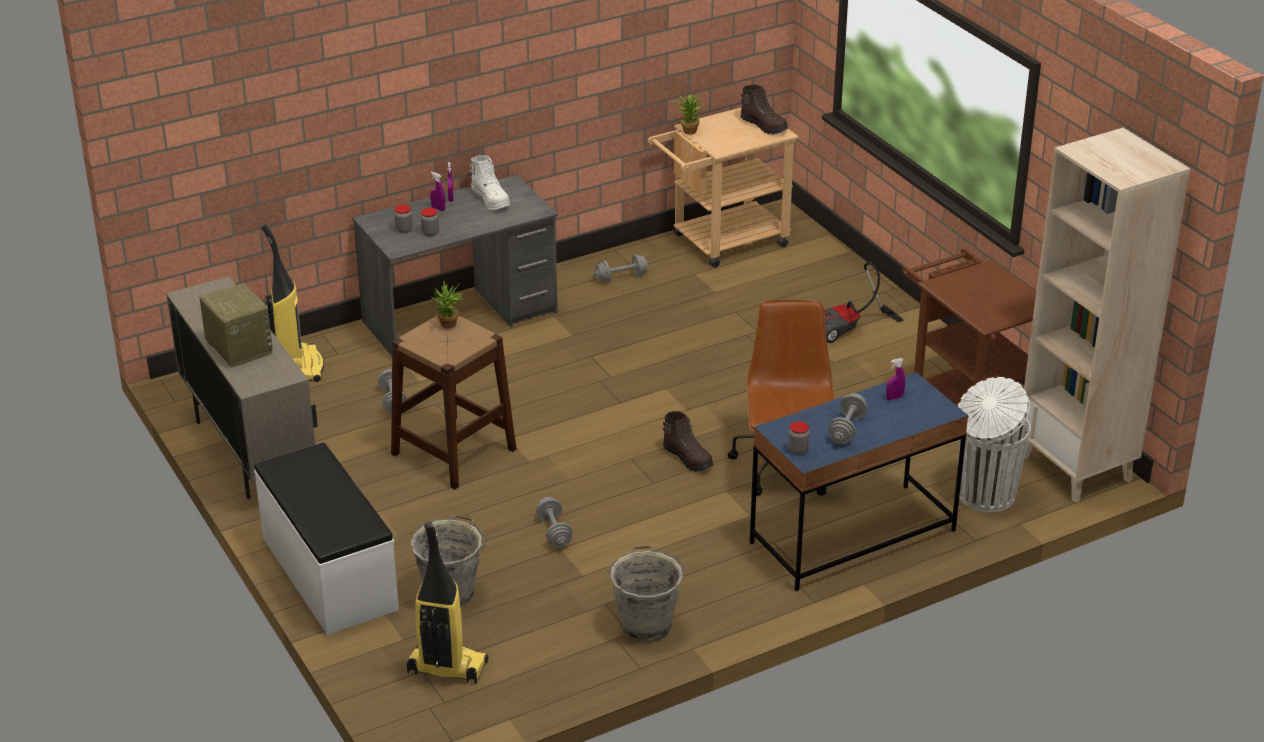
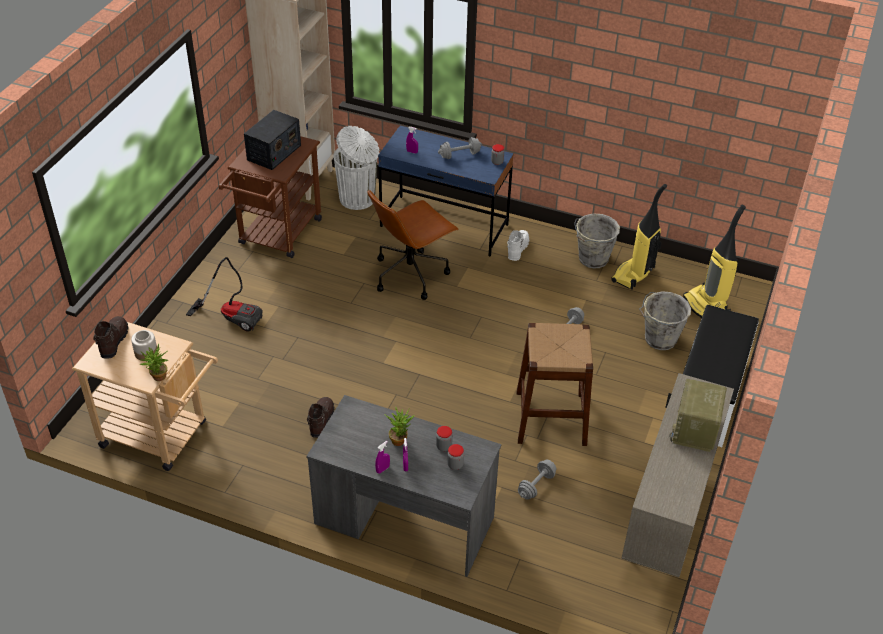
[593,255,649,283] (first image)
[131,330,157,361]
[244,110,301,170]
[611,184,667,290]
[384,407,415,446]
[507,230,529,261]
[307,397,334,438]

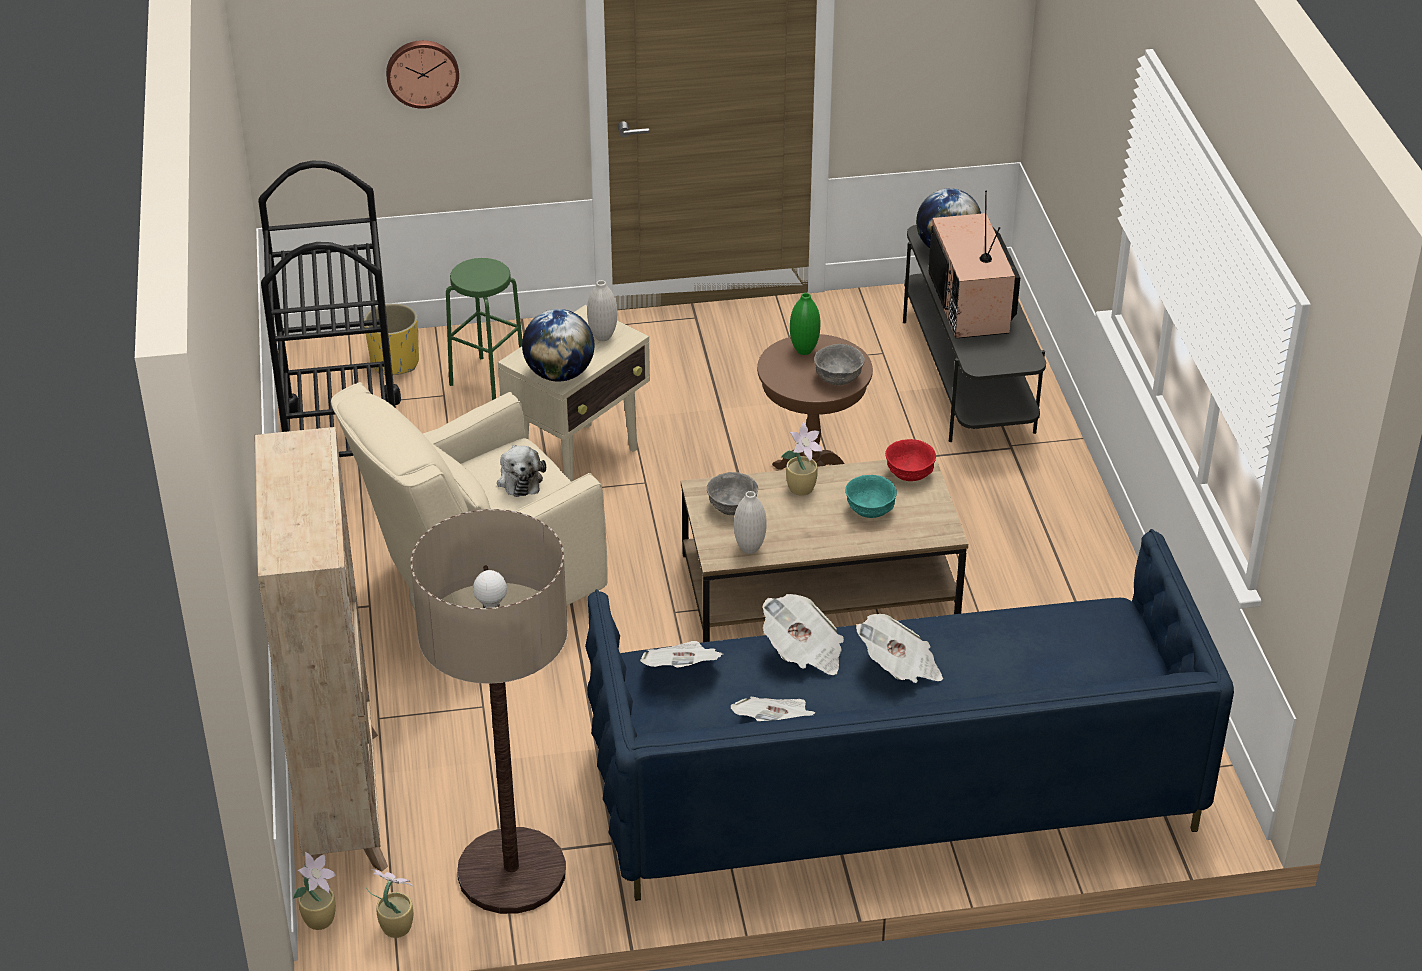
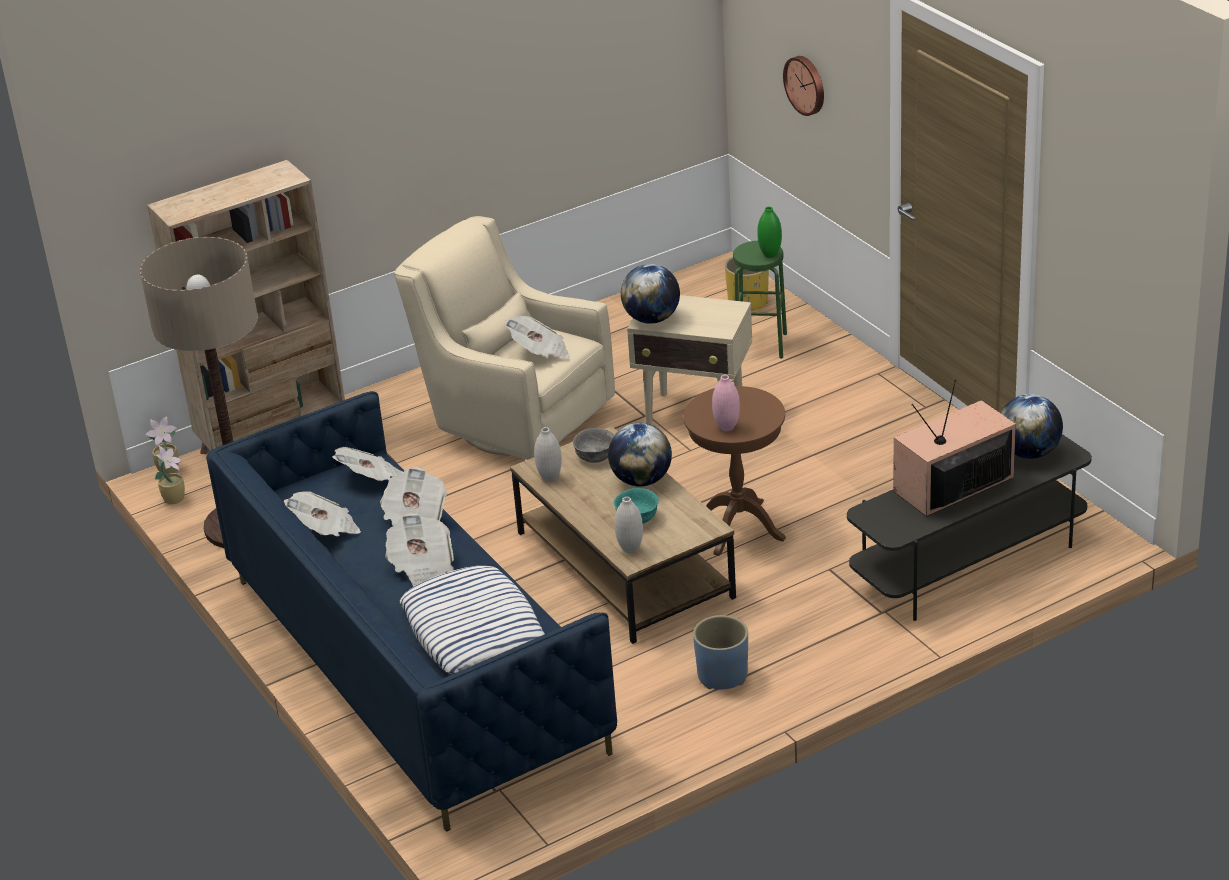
[258,160,401,457] (first image)
[885,439,936,481] (first image)
[400,566,545,674]
[693,615,748,689]
[614,497,643,553]
[757,207,782,258]
[505,316,570,358]
[608,423,672,487]
[712,375,740,431]

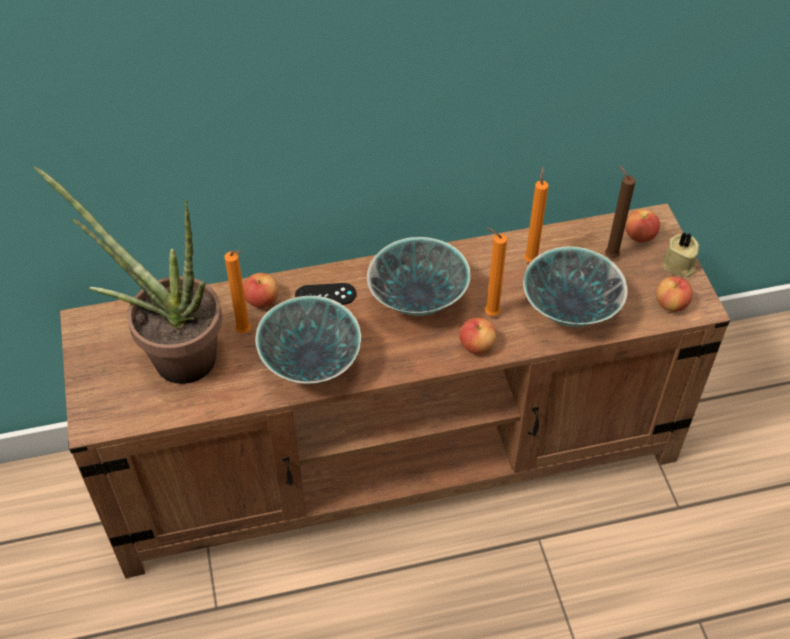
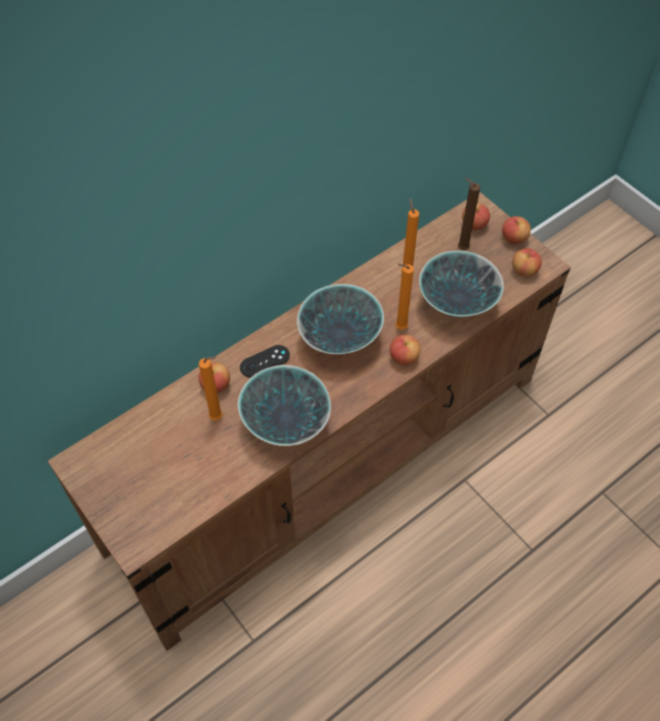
[33,166,222,384] (first image)
[502,216,531,244]

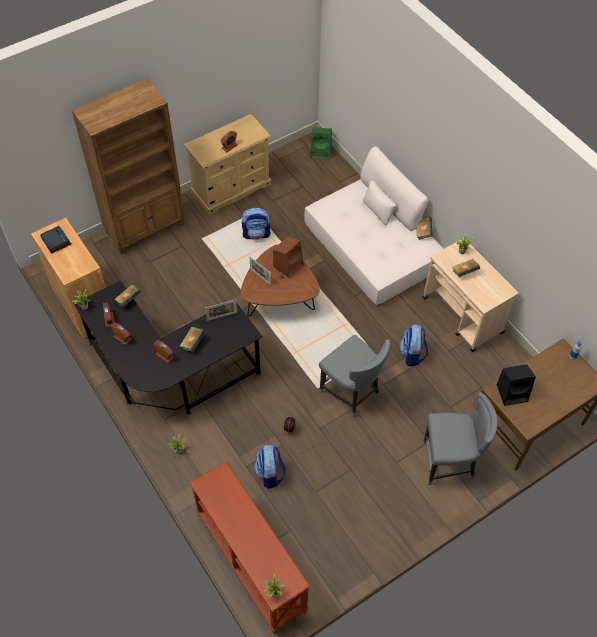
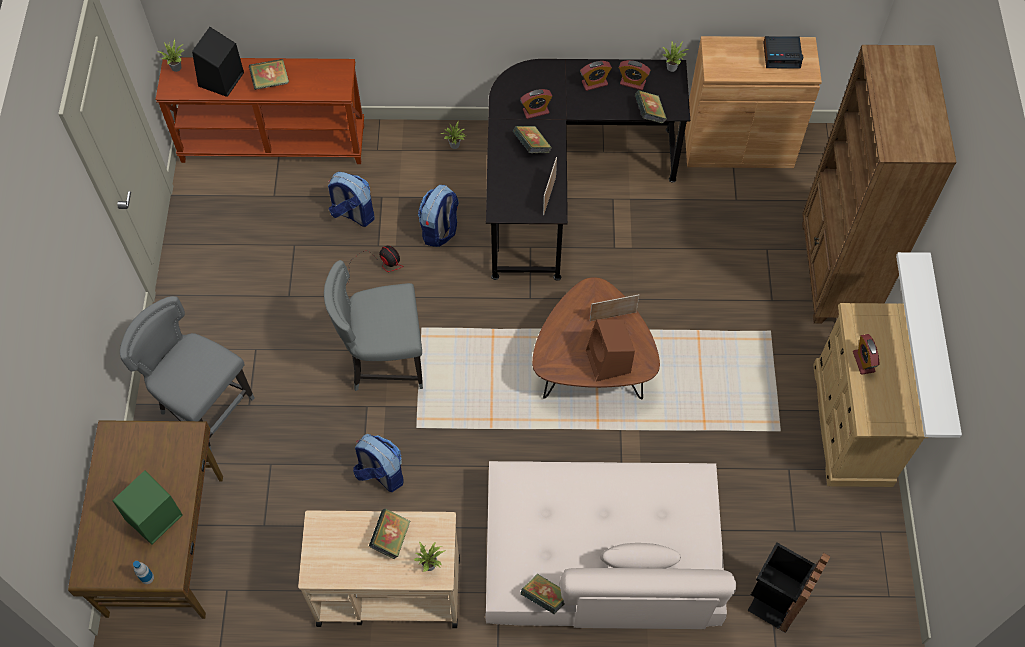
[249,59,289,90]
[747,542,831,633]
[896,252,962,438]
[418,185,459,247]
[113,471,183,545]
[192,27,244,97]
[120,296,254,451]

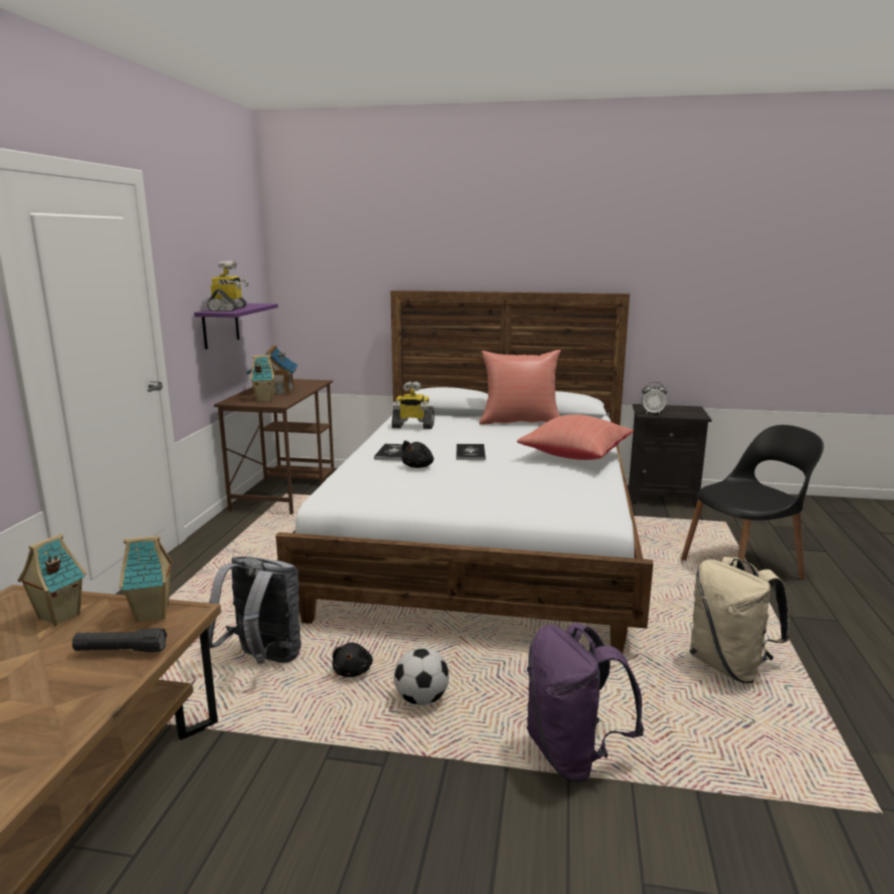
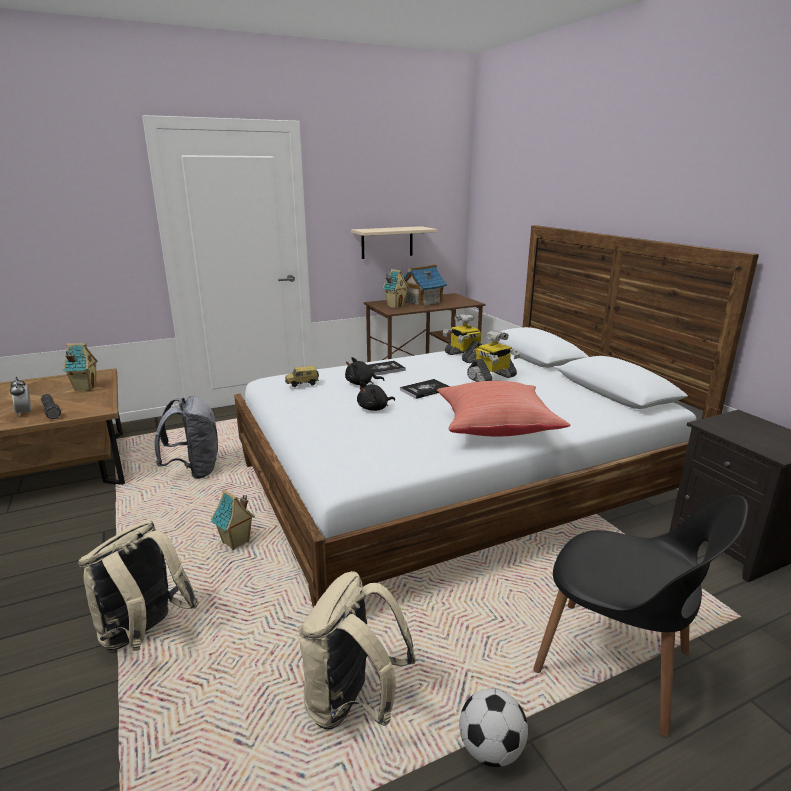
[479,350,561,425] (first image)
[285,366,319,387]
[211,489,255,550]
[467,330,520,382]
[357,382,395,411]
[459,689,528,767]
[10,377,31,417]
[351,226,437,259]
[78,520,199,651]

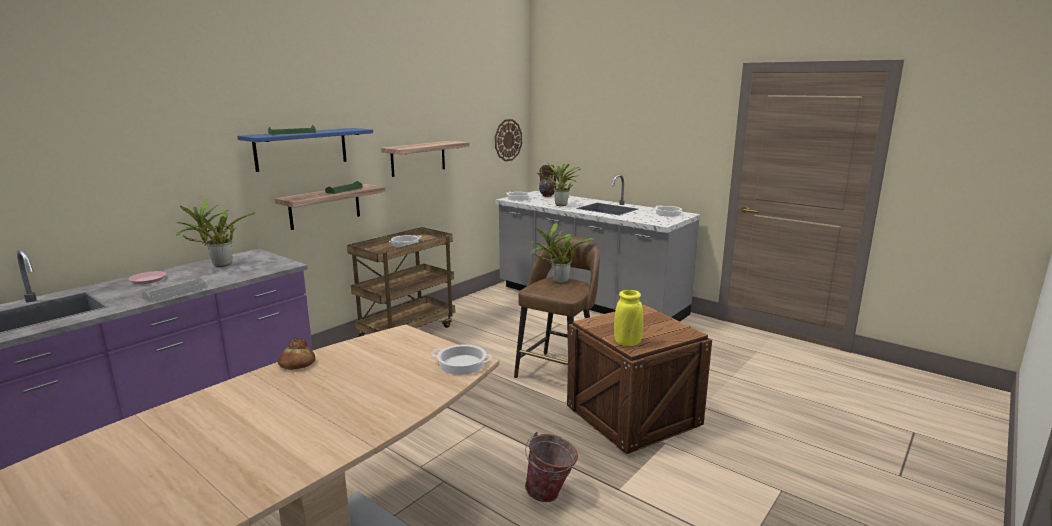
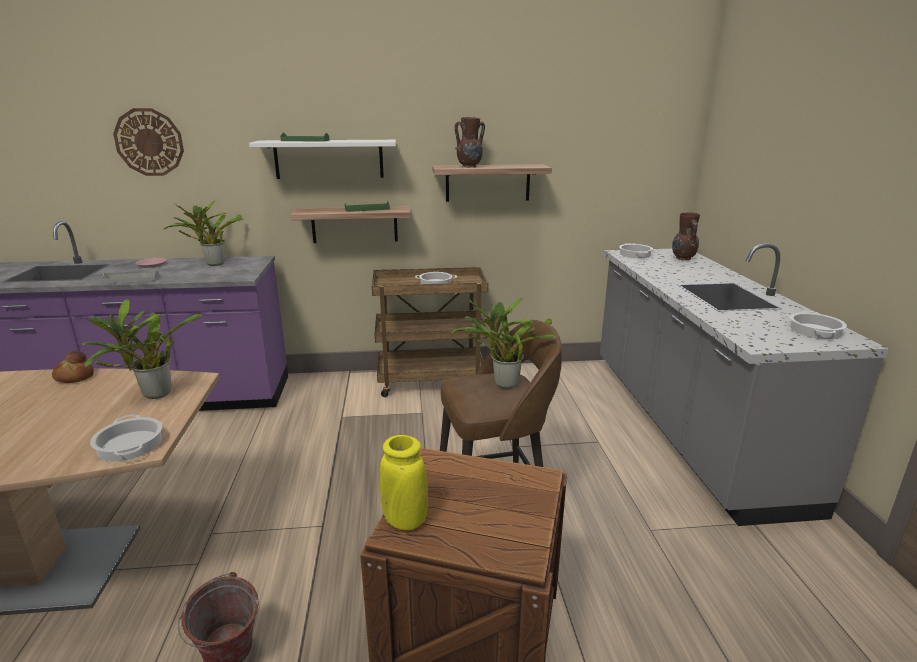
[455,117,485,167]
[113,108,184,176]
[83,299,202,399]
[249,140,396,179]

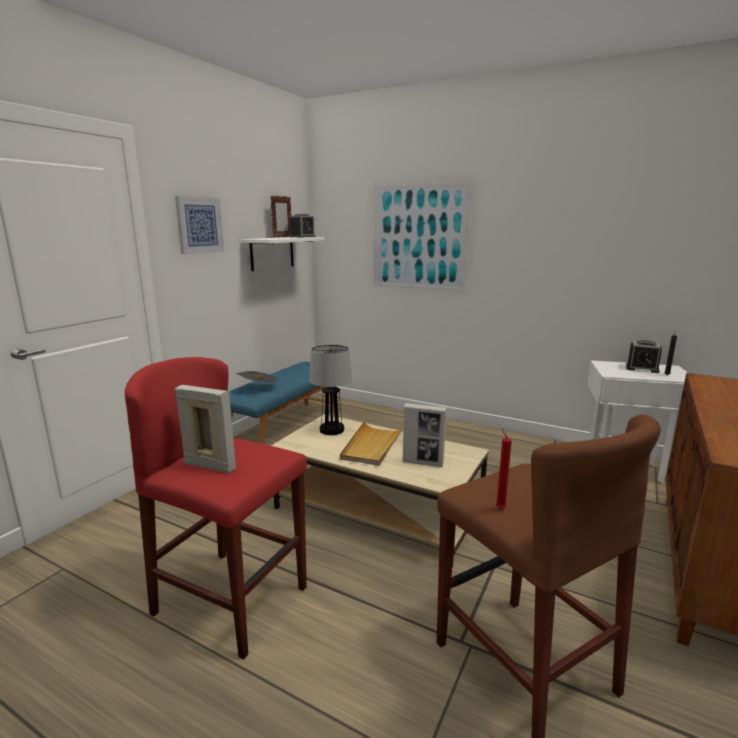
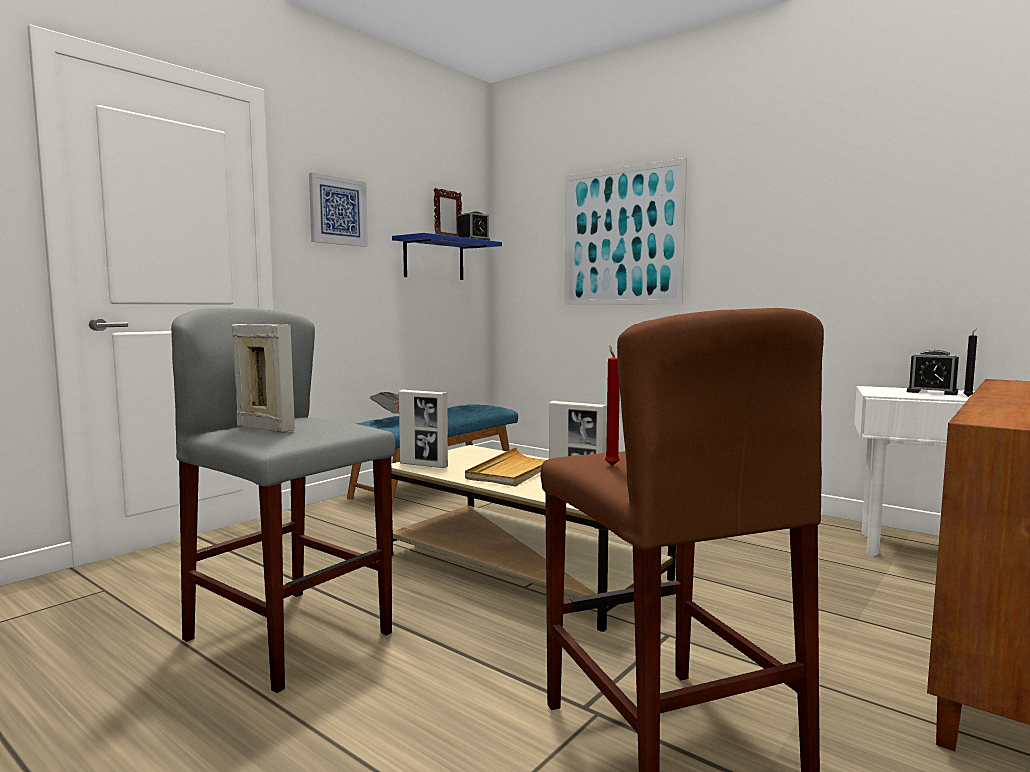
[309,344,352,435] (first image)
[399,389,448,468]
[171,308,395,693]
[392,233,502,280]

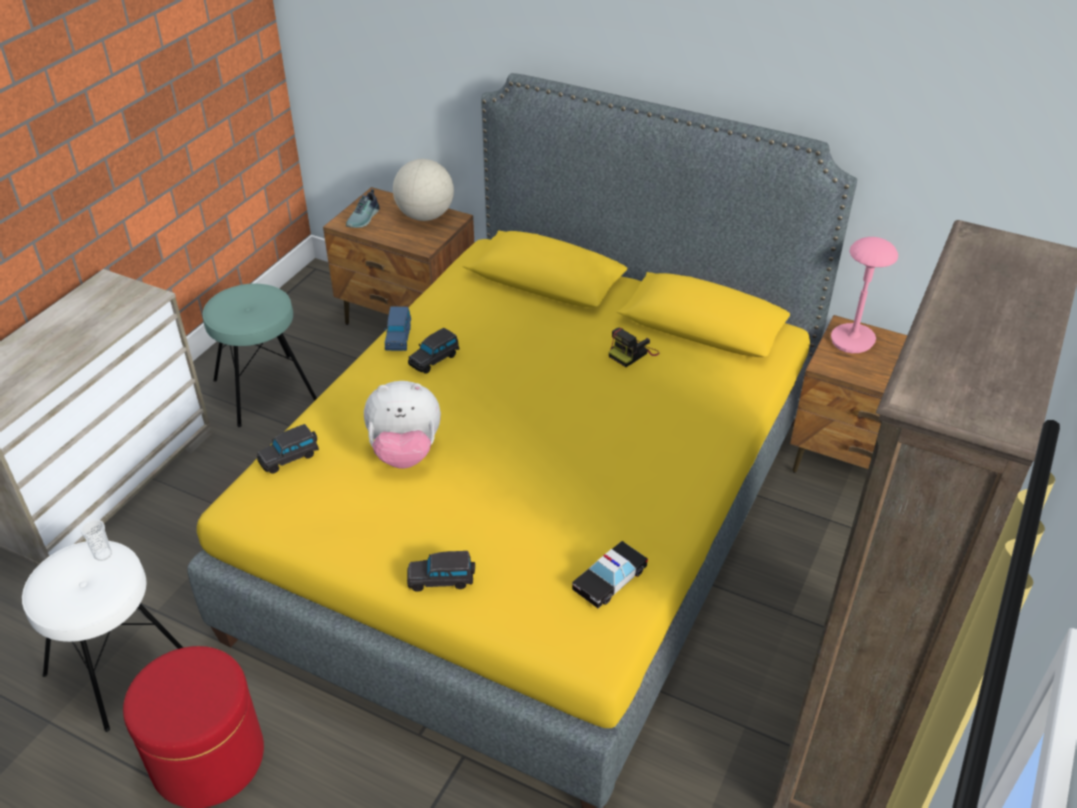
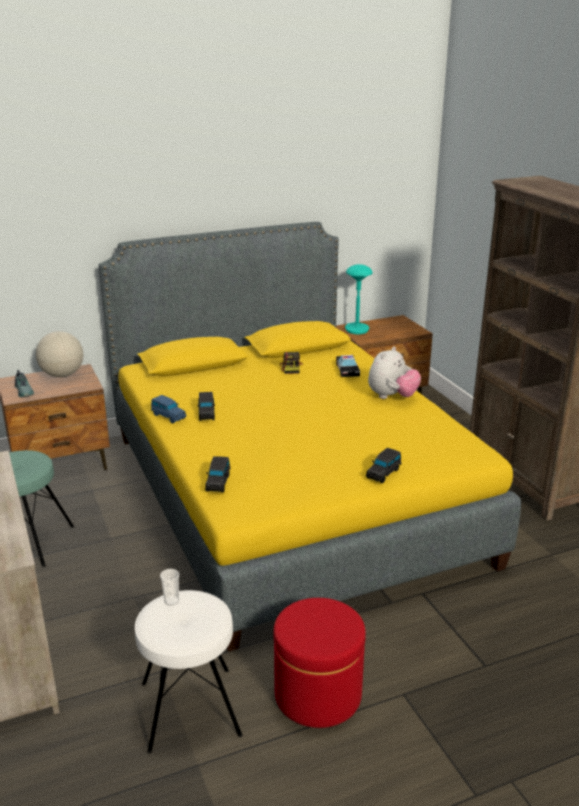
[368,347,421,399]
[336,355,360,377]
[345,264,372,334]

